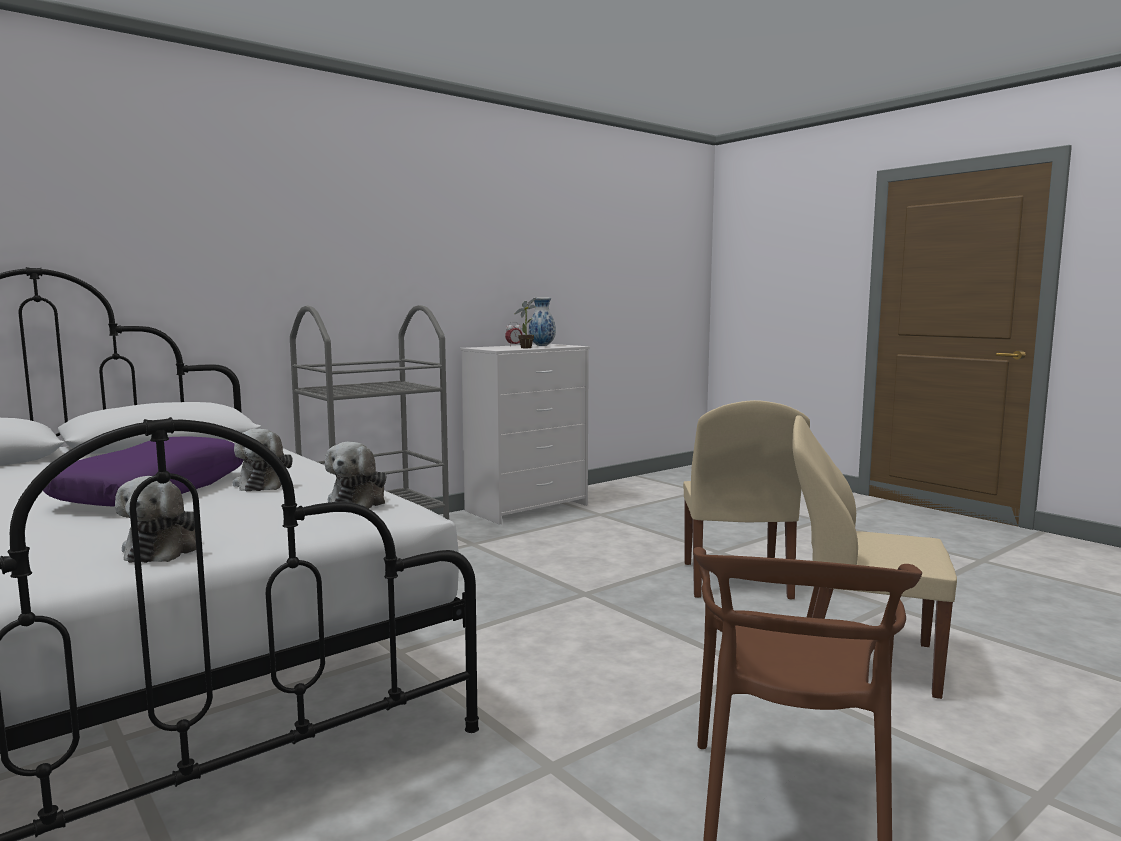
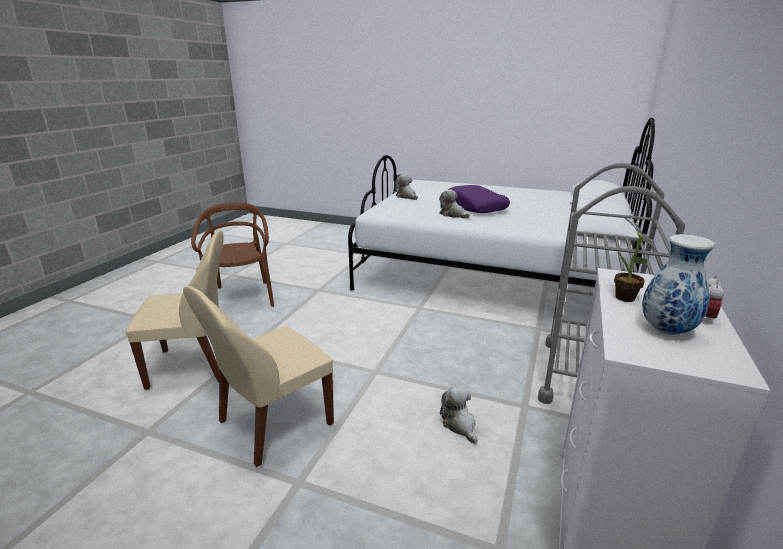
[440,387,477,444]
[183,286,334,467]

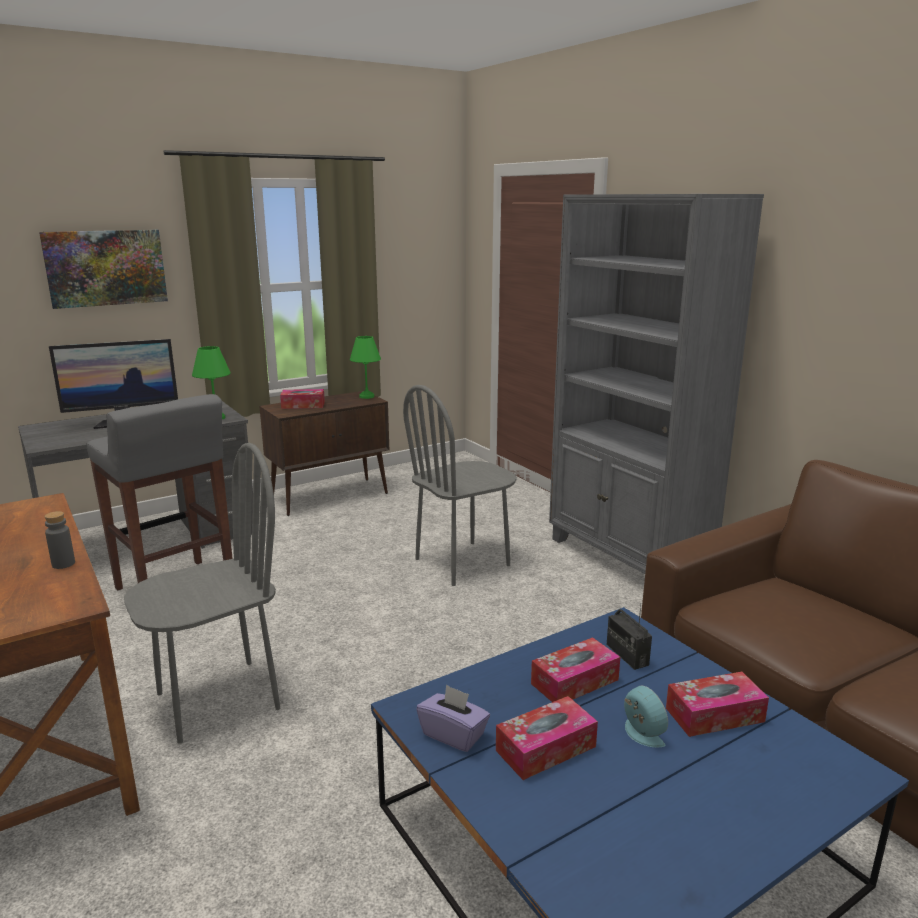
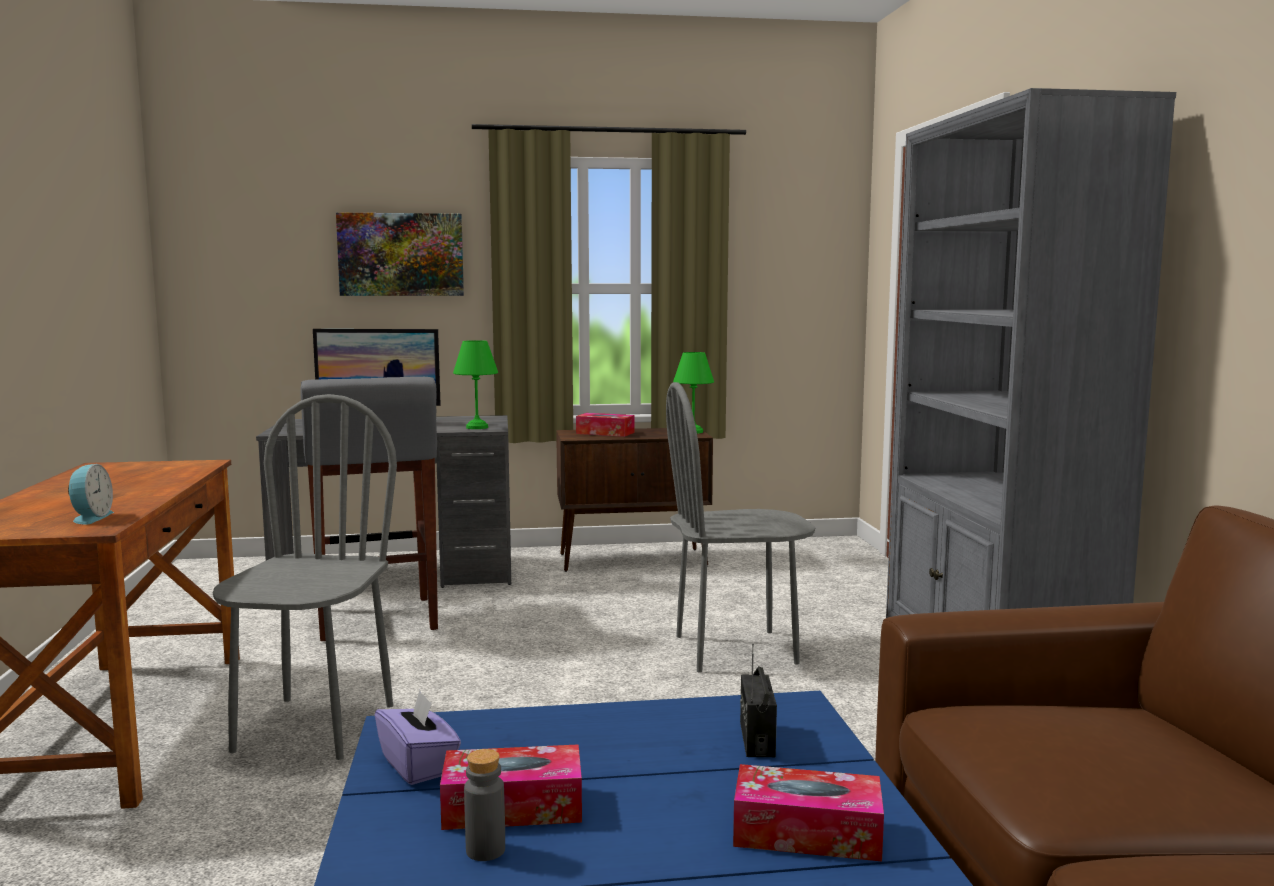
[531,637,620,702] (first image)
[464,749,505,861]
[68,464,114,525]
[213,394,397,760]

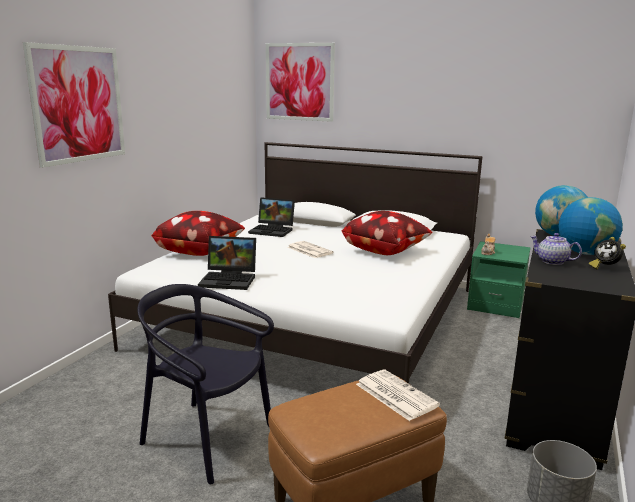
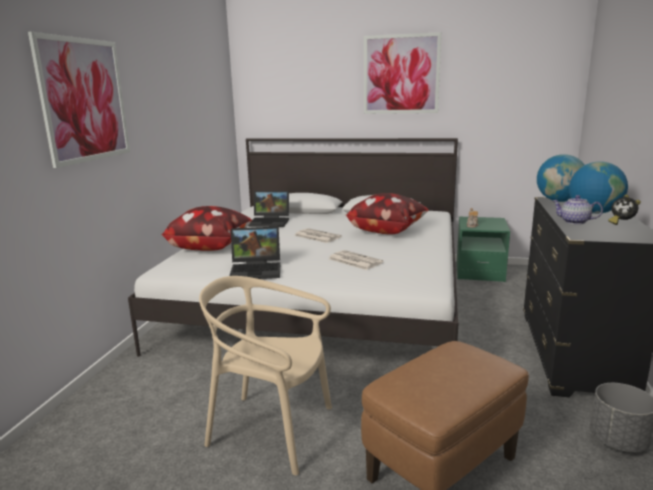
[364,32,441,114]
[328,250,384,270]
[199,276,332,475]

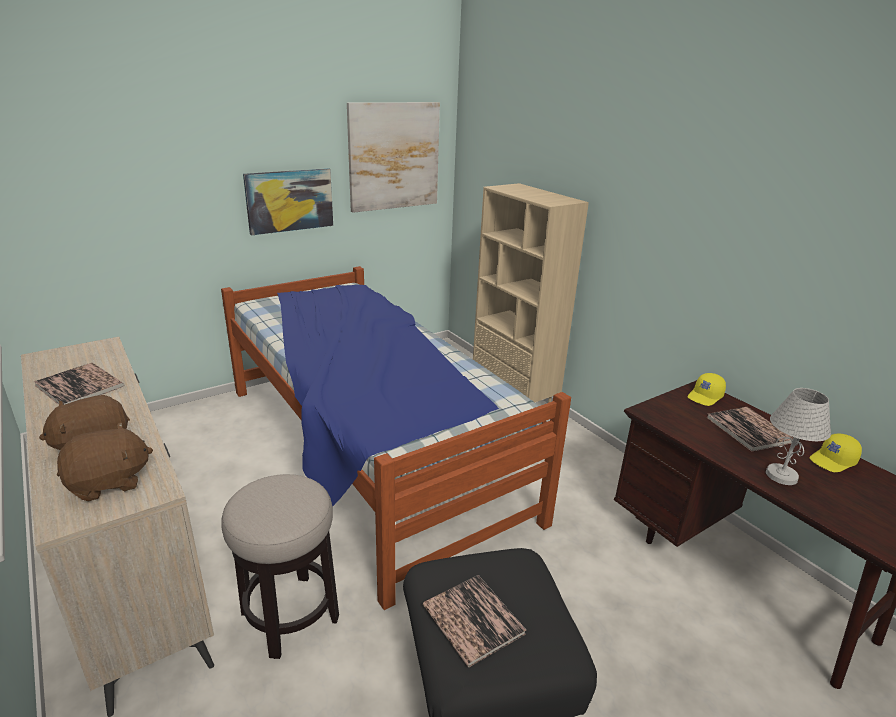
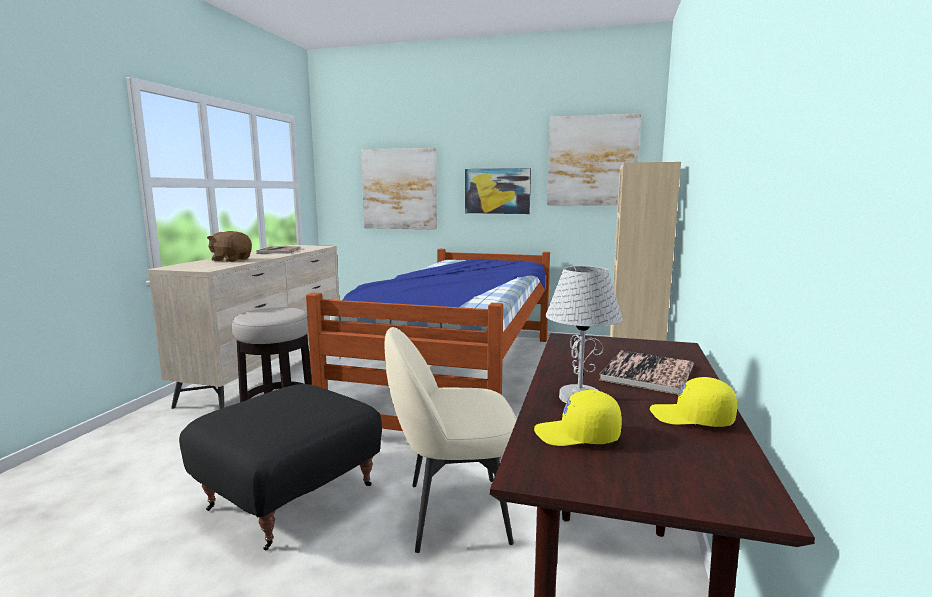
[57,422,153,501] (first image)
[423,575,526,667] (first image)
[361,148,437,230]
[384,327,517,553]
[534,390,622,446]

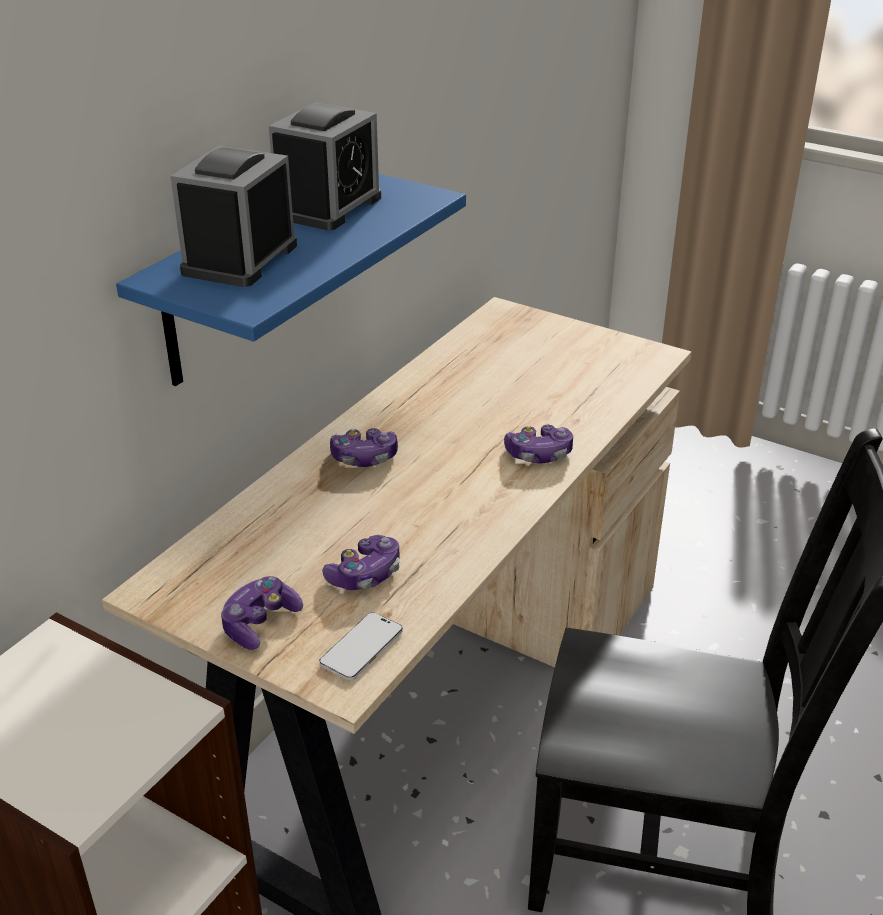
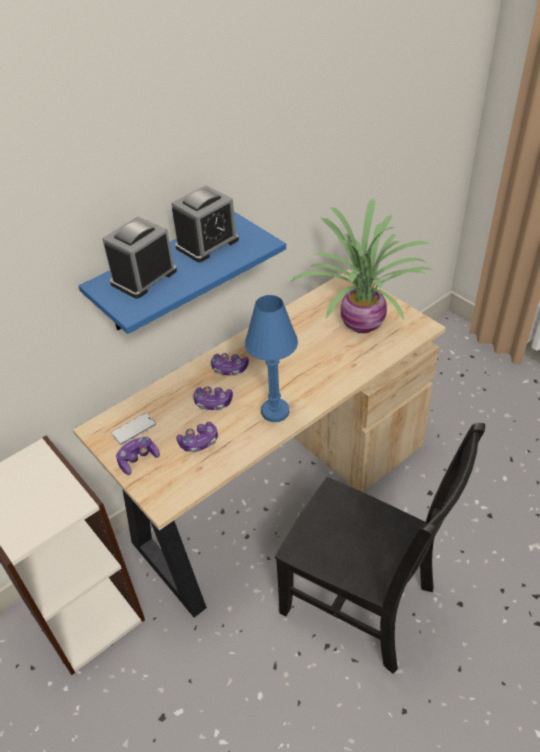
[245,295,298,422]
[289,198,432,333]
[112,413,156,445]
[193,387,233,410]

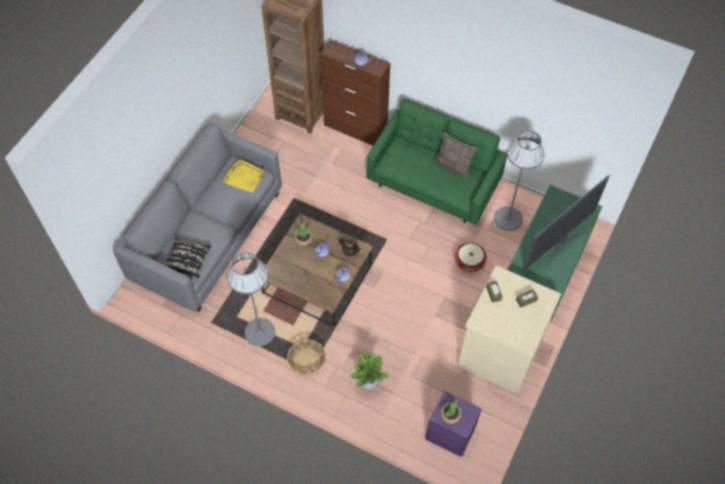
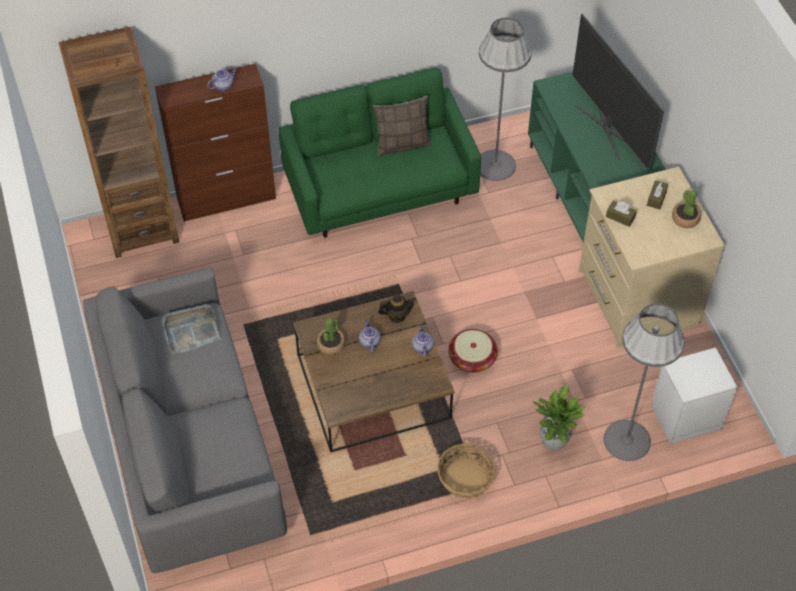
[165,238,211,278] (first image)
[604,303,685,461]
[672,190,701,228]
[448,329,498,373]
[162,304,221,354]
[652,347,737,444]
[573,14,664,170]

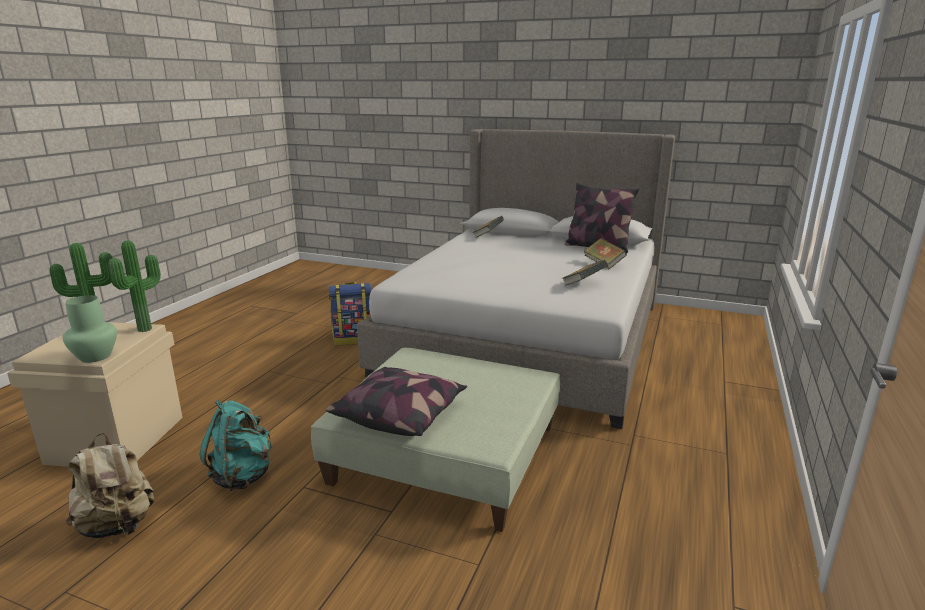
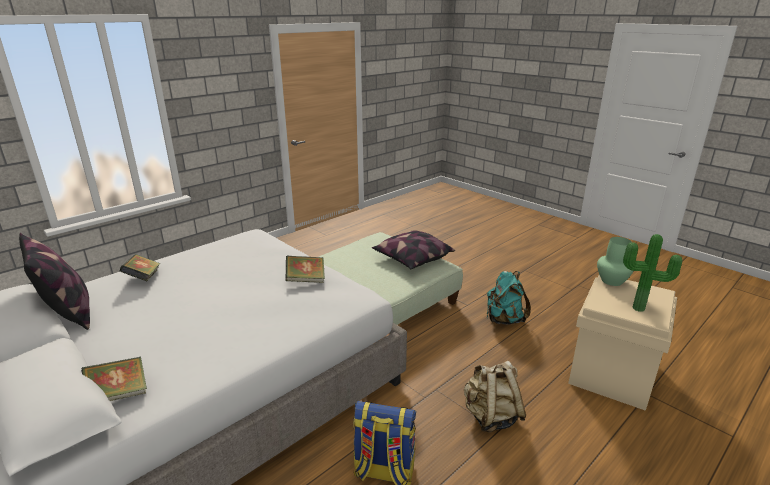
[108,240,161,332] (first image)
[464,361,526,432]
[286,256,325,283]

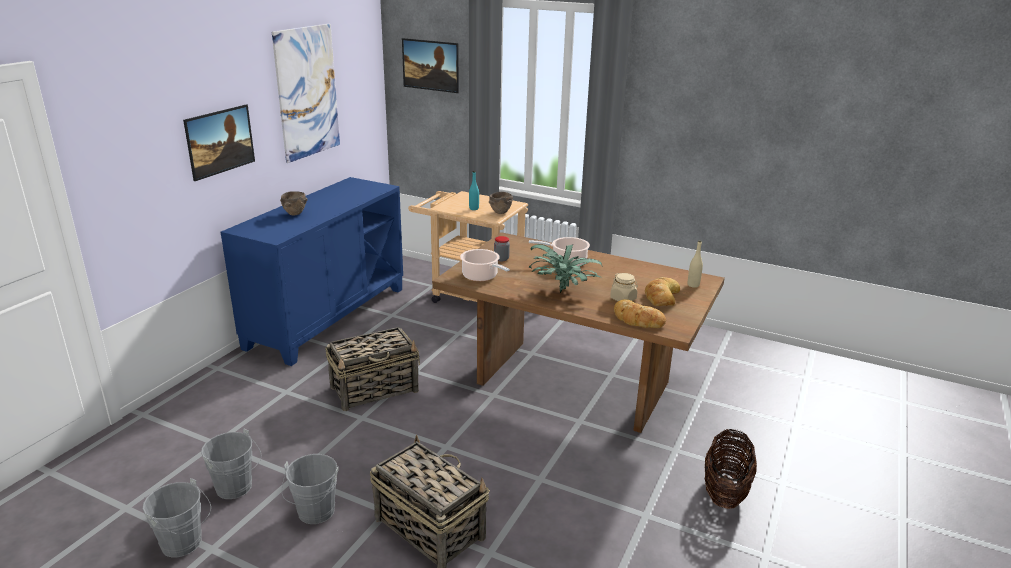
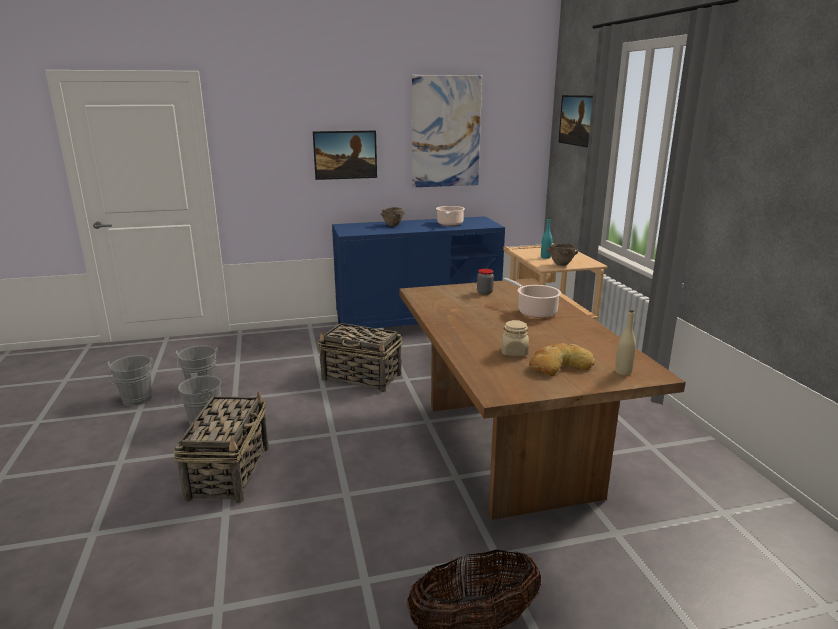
[529,244,603,293] (first image)
[614,299,666,328] (first image)
[436,206,465,226]

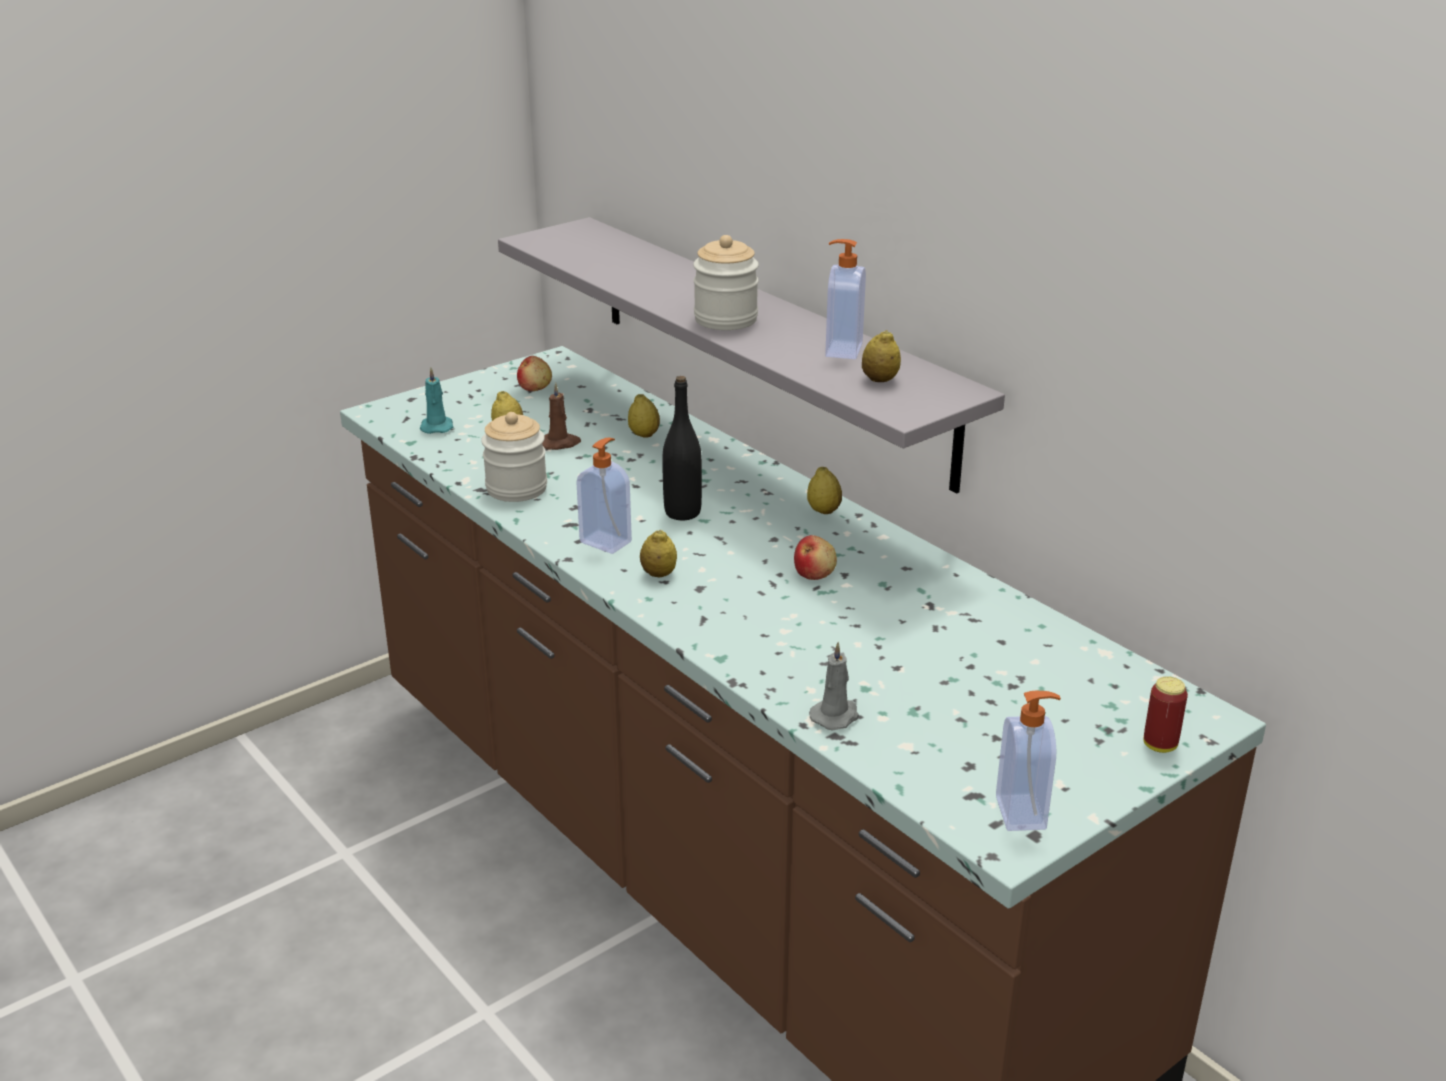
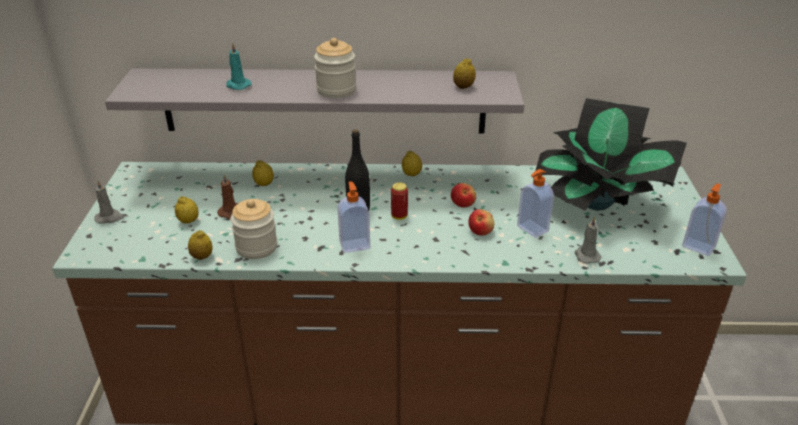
[94,180,124,223]
[533,98,687,211]
[226,43,252,90]
[468,209,494,236]
[188,230,213,260]
[517,169,554,238]
[391,182,408,220]

